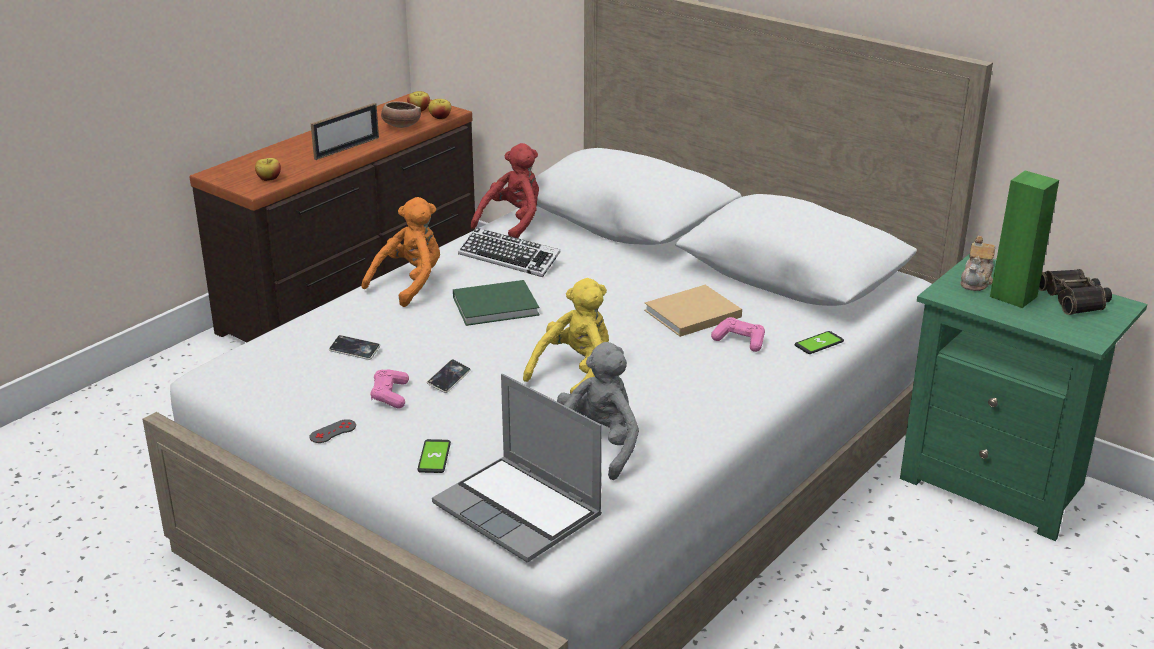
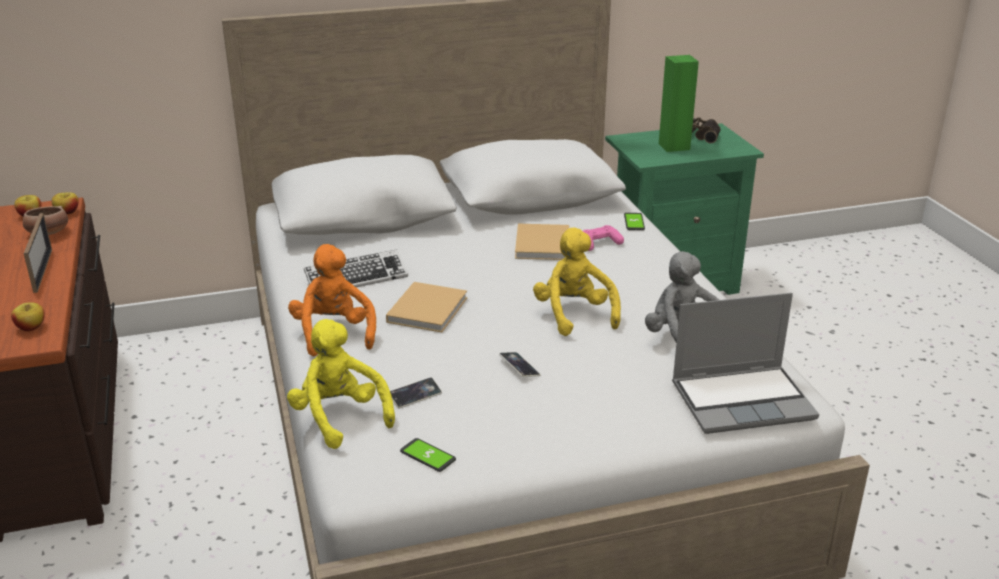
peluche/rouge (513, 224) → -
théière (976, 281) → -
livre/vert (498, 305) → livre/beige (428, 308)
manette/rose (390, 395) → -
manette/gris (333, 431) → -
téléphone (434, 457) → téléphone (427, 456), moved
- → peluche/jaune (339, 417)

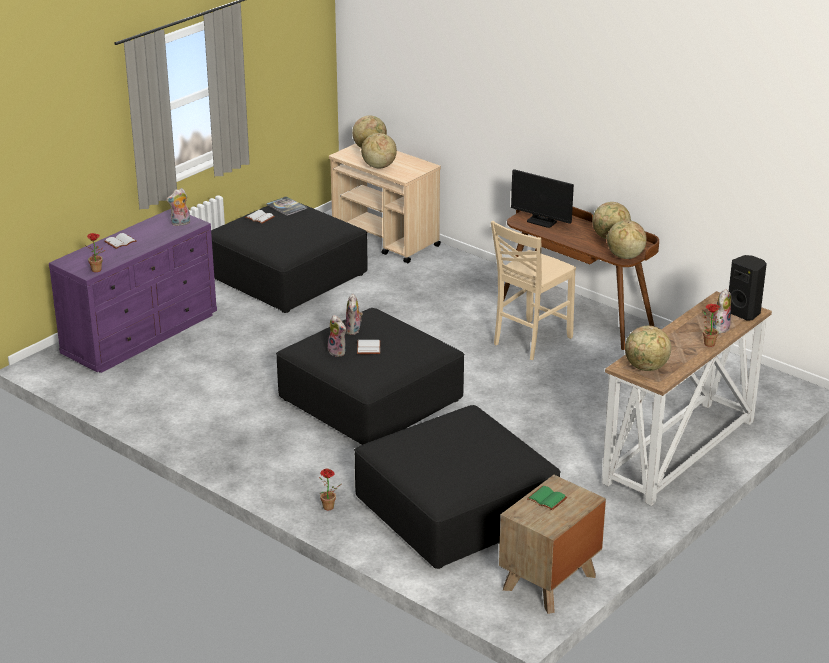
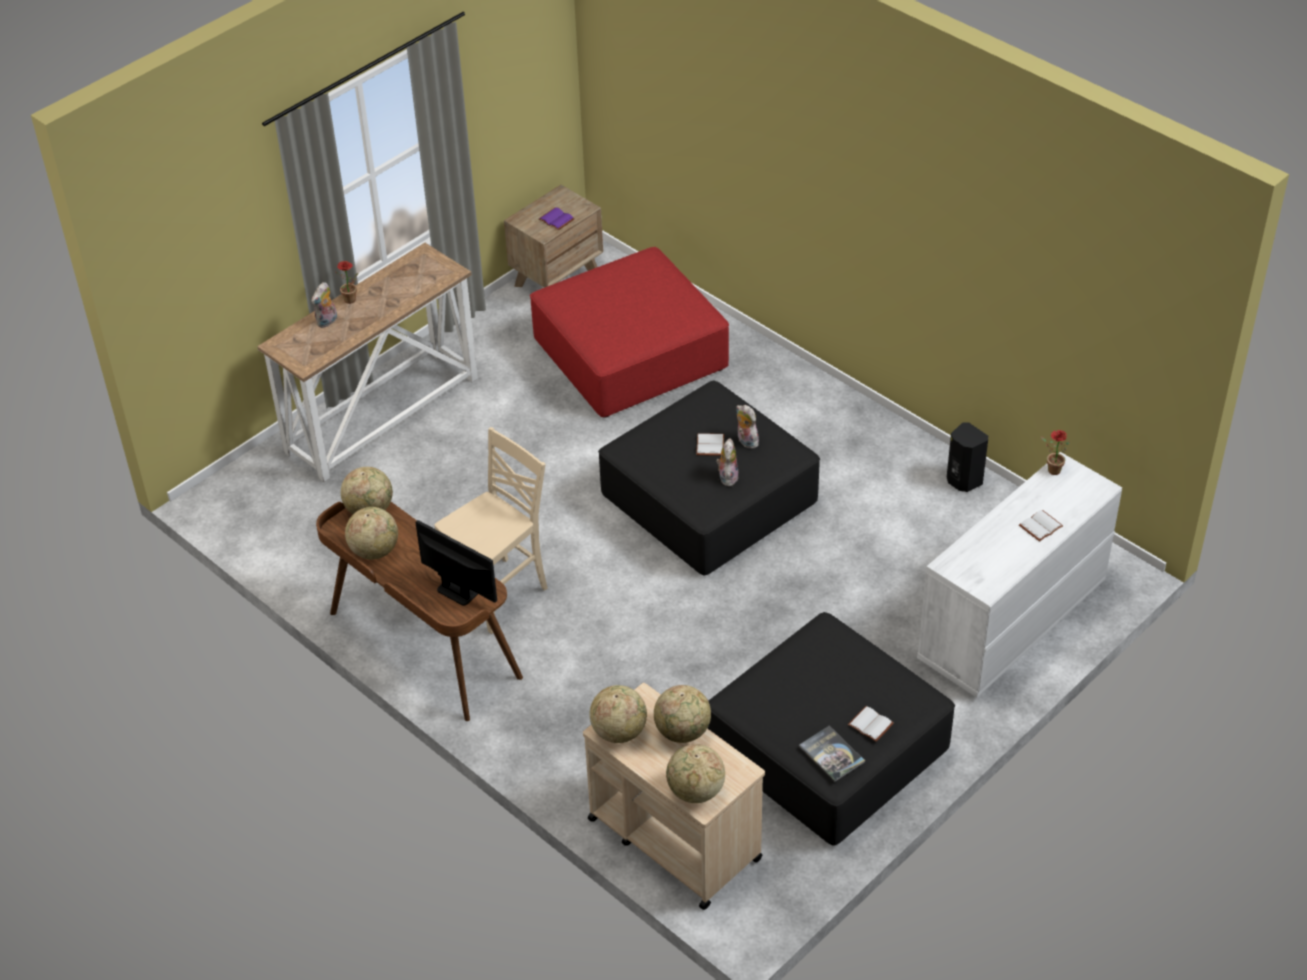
peluche (180, 223) → -
commode/violet (141, 334) → commode/blanc (1010, 622)
enceinte/noir (744, 313) → enceinte/noir (963, 481), moved
globe (646, 368) → globe (619, 731), moved
pouf/noir (455, 510) → pouf/rouge (630, 353)
plante en pot (329, 508) → -
livre/vert (548, 499) → livre/violet (555, 220)

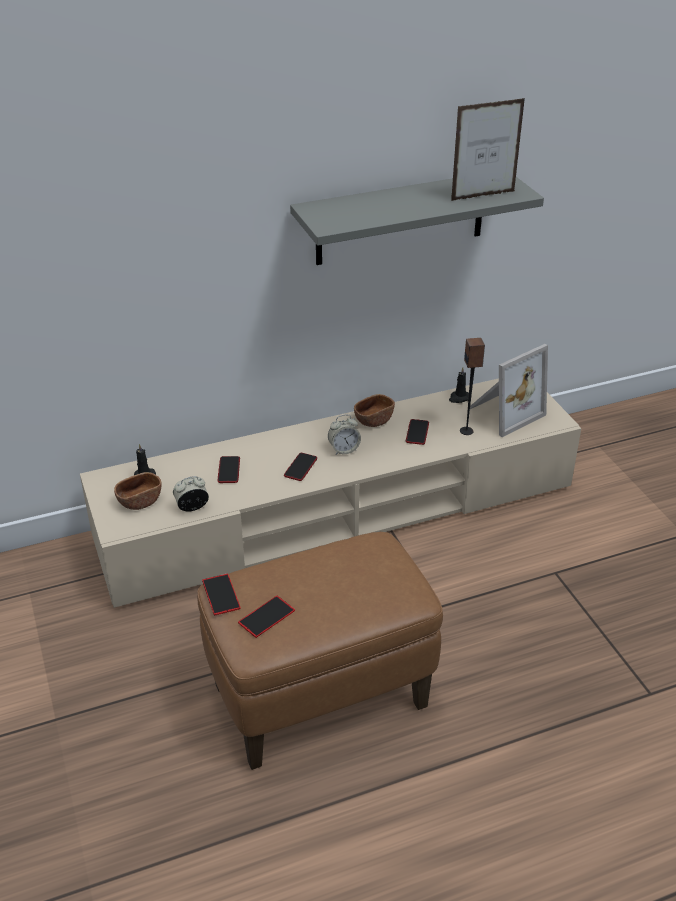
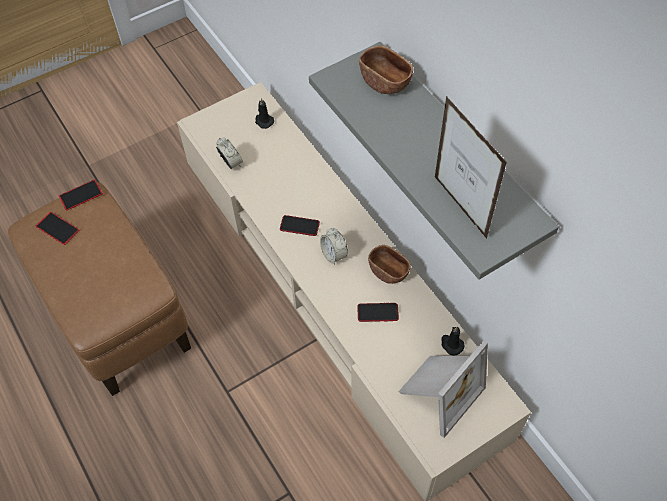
enceinte (466, 431) → -
cadre photo (503, 412) → cadre photo (438, 391), 90 degrees counterclockwise
téléphone (229, 470) → -
bol/marron (140, 501) → bol/marron (385, 81), moved

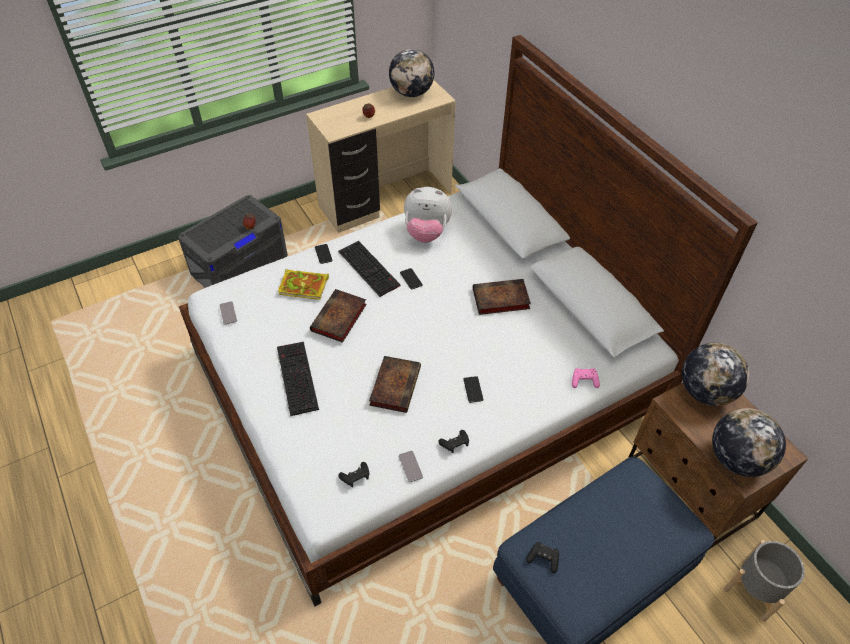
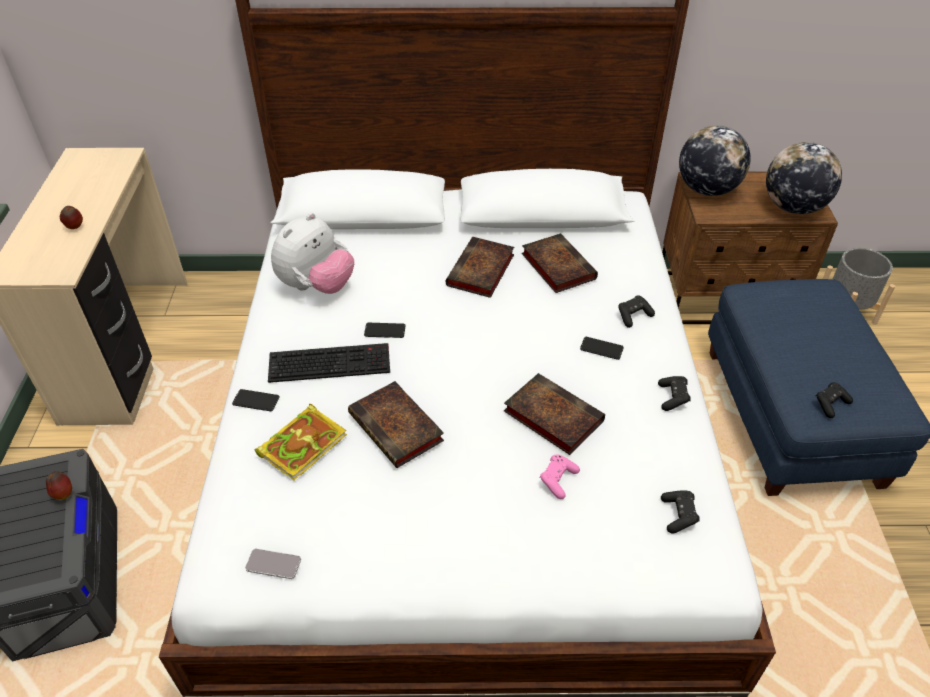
globe (411, 93) → -
clavier (295, 377) → -
manette/rose (584, 381) → manette/rose (557, 480), moved
téléphone (410, 466) → -
- → livre (556, 266)
- → manette/noir (633, 316)

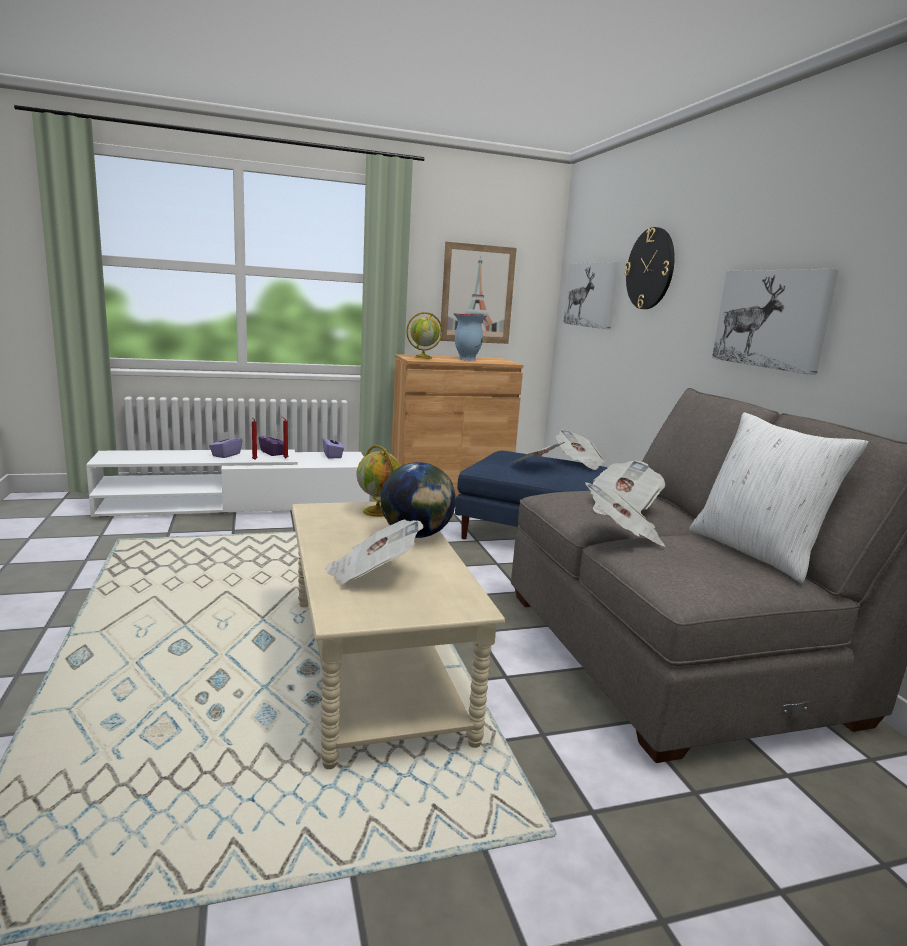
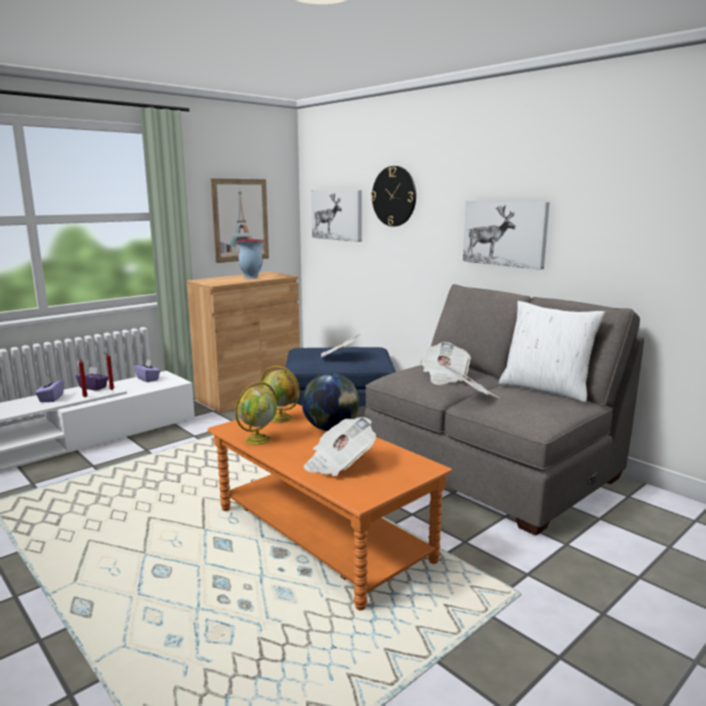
globe (423, 357) → globe (258, 439), moved
journal (579, 463) → -
table basse/beige (375, 665) → table basse/orange (322, 534)

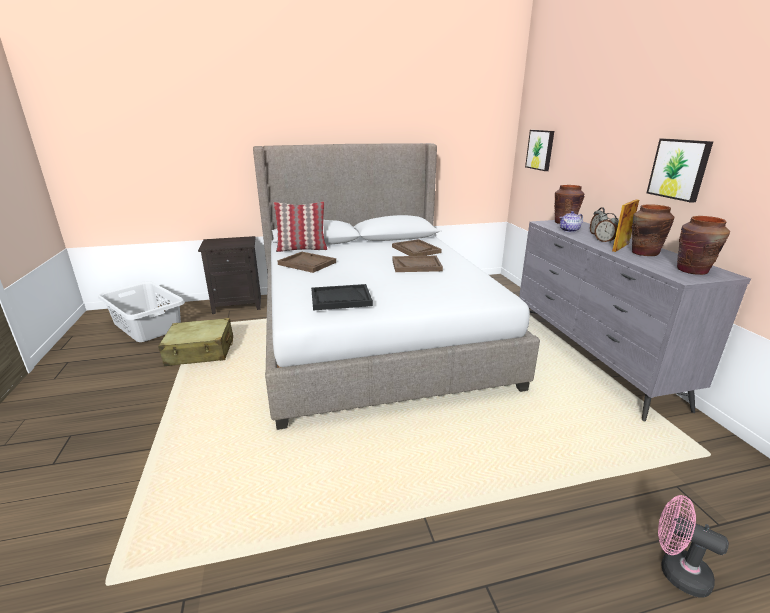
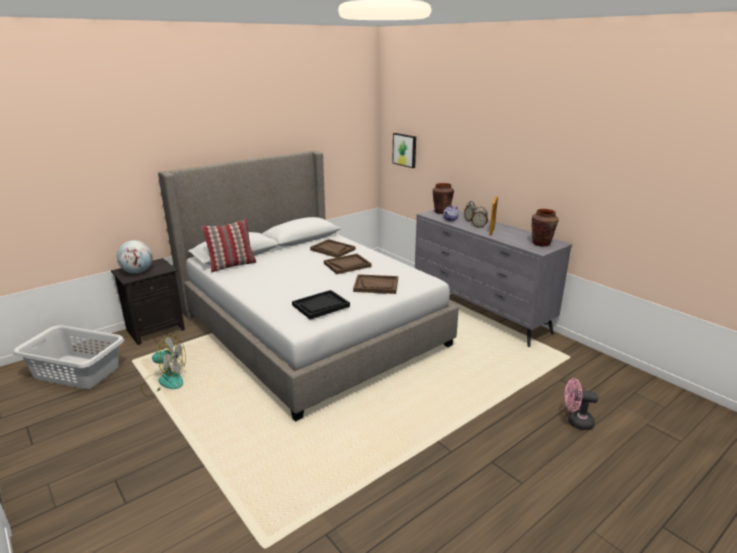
tableau (679, 169) → -
vase/marron (644, 253) → -
plateau/marron (307, 263) → plateau/marron (376, 285), moved
valise/beige (200, 351) → ventilateur (164, 381)
- → globe (137, 272)

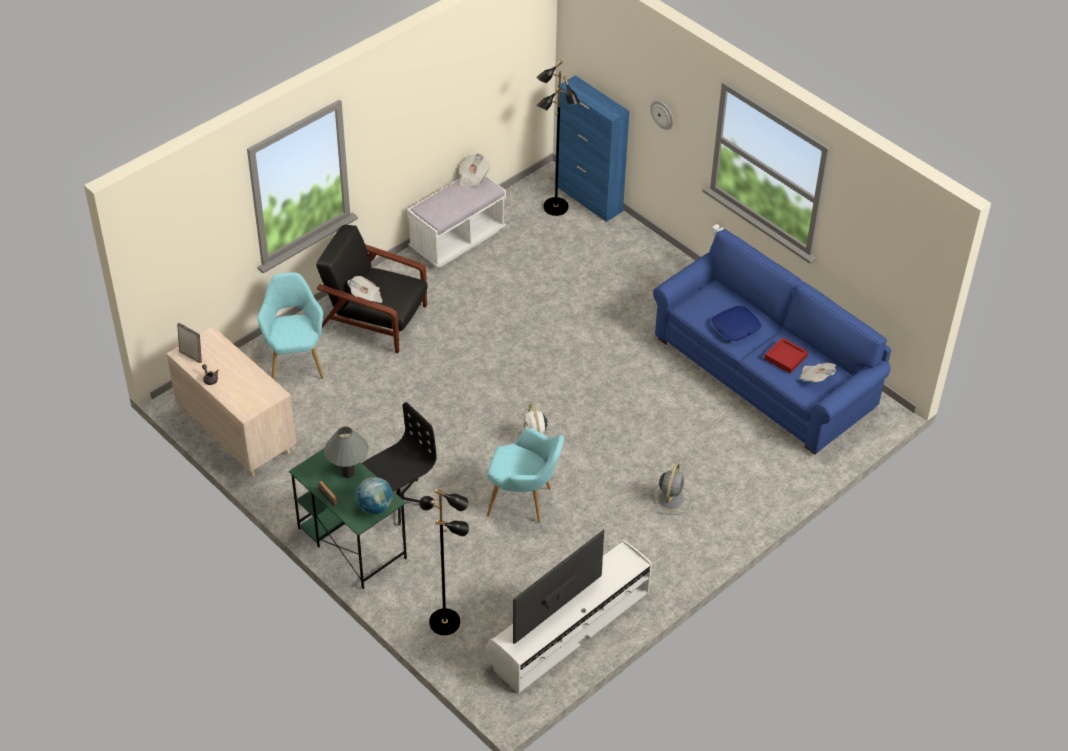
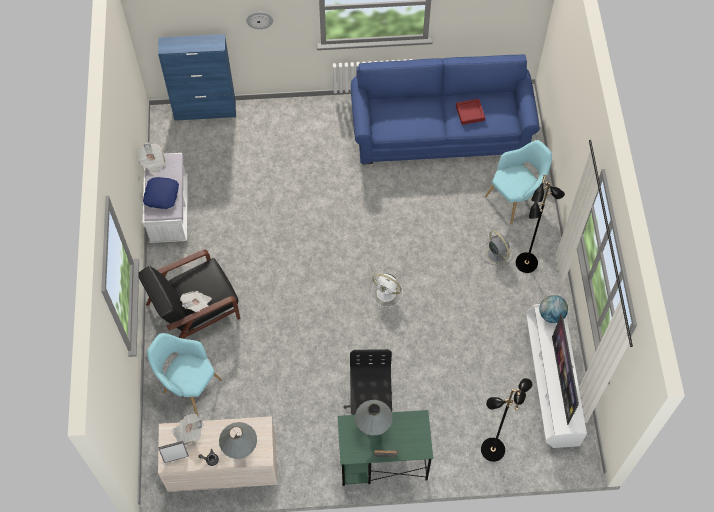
lampadaire/noir (555, 208) → lampadaire/noir (527, 263), moved
coussin/bleu (736, 327) → coussin/bleu (162, 195), moved
journal (816, 378) → journal (188, 432), moved
fauteuil/turquoise (524, 502) → fauteuil/turquoise (515, 198), moved
globe (375, 507) → globe (551, 315), moved
- → lampe de table/gris (240, 450)

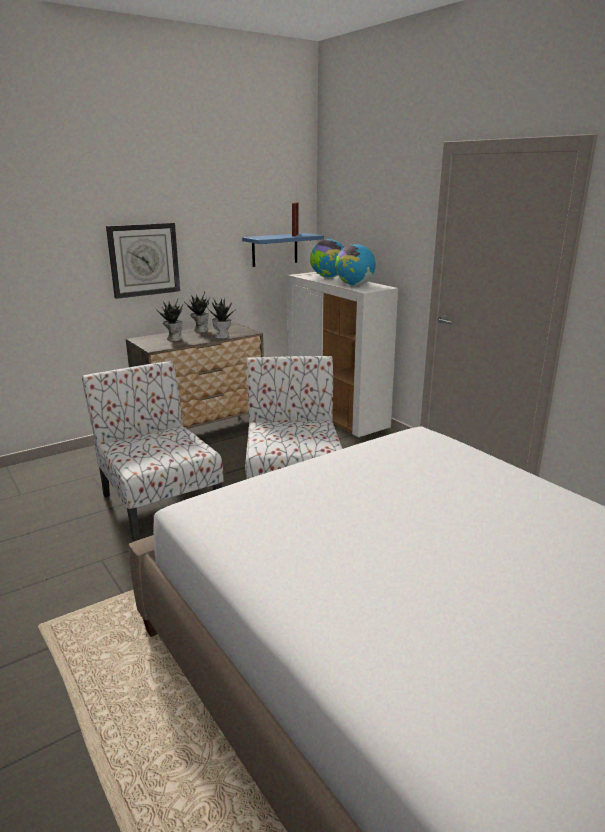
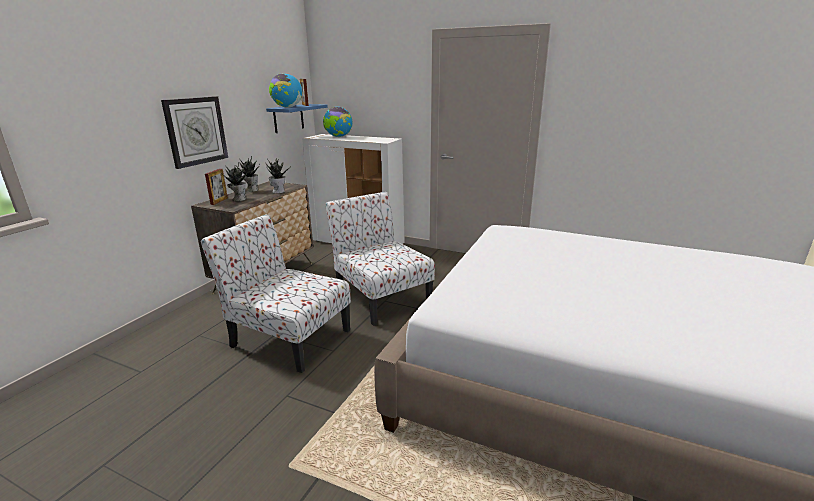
globe (354, 285) → globe (287, 107), moved
- → cadre photo (219, 201)

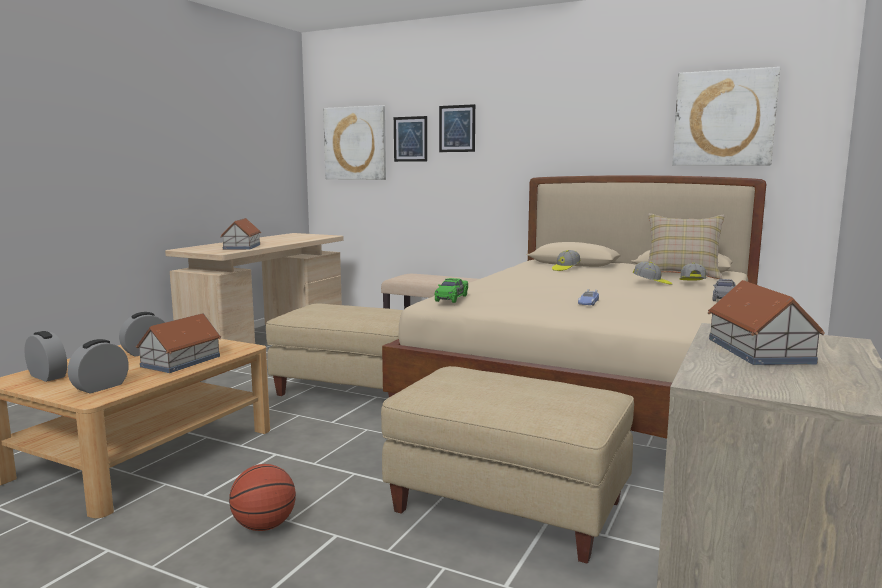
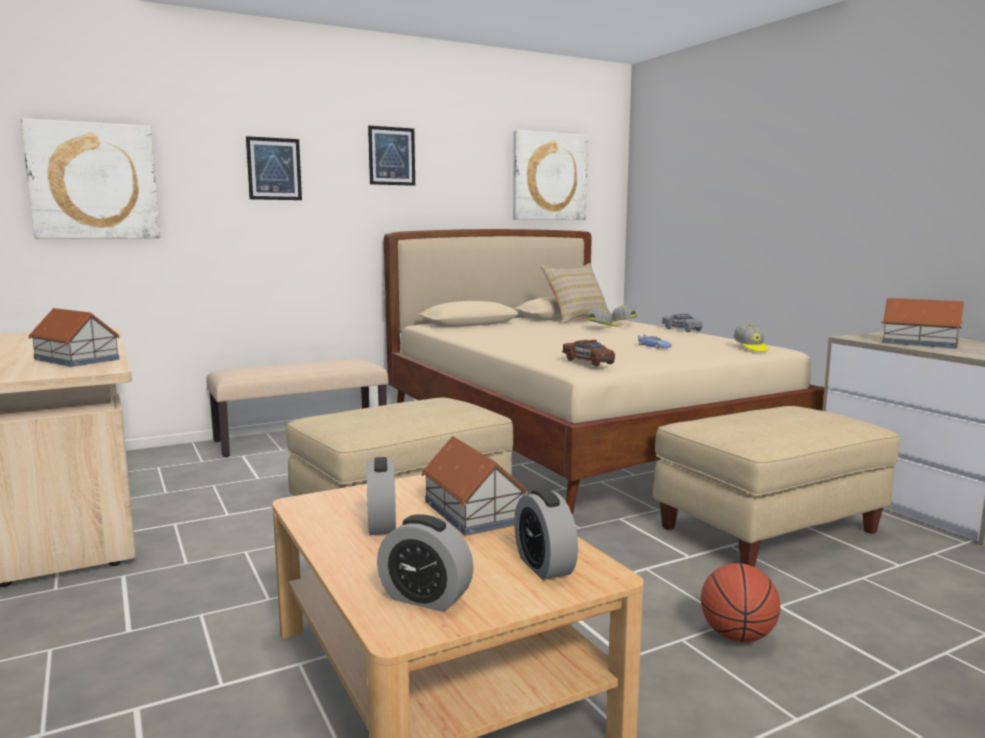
tableau (410, 139) → tableau (391, 156), moved
casquette (565, 268) → casquette (751, 348), moved
petite voiture/vert (451, 298) → petite voiture/marron (588, 362)
réveil (47, 376) → réveil (425, 598), 135 degrees counterclockwise

